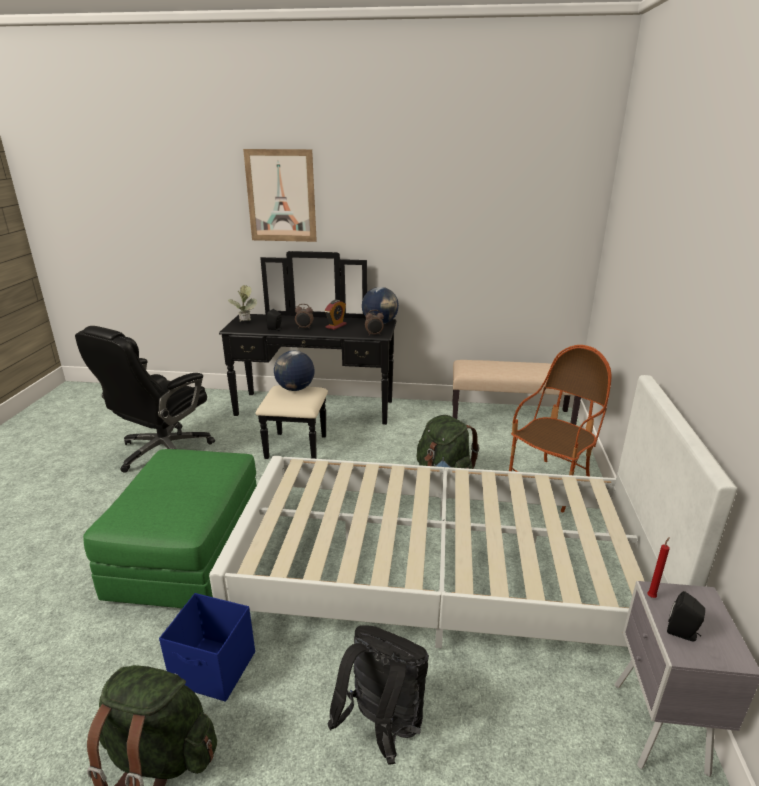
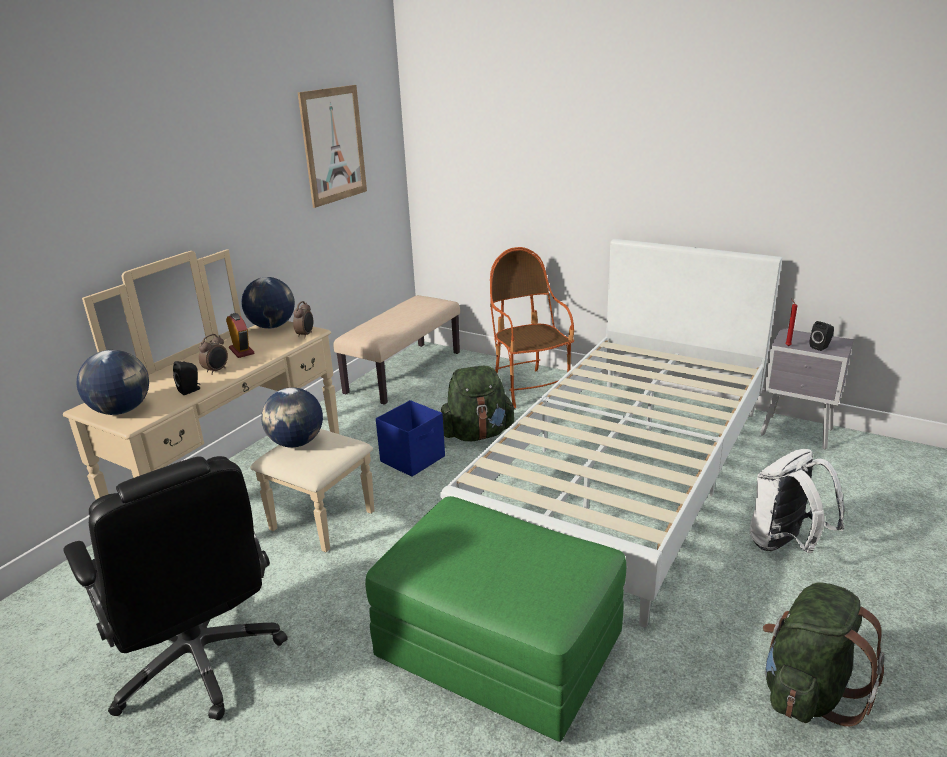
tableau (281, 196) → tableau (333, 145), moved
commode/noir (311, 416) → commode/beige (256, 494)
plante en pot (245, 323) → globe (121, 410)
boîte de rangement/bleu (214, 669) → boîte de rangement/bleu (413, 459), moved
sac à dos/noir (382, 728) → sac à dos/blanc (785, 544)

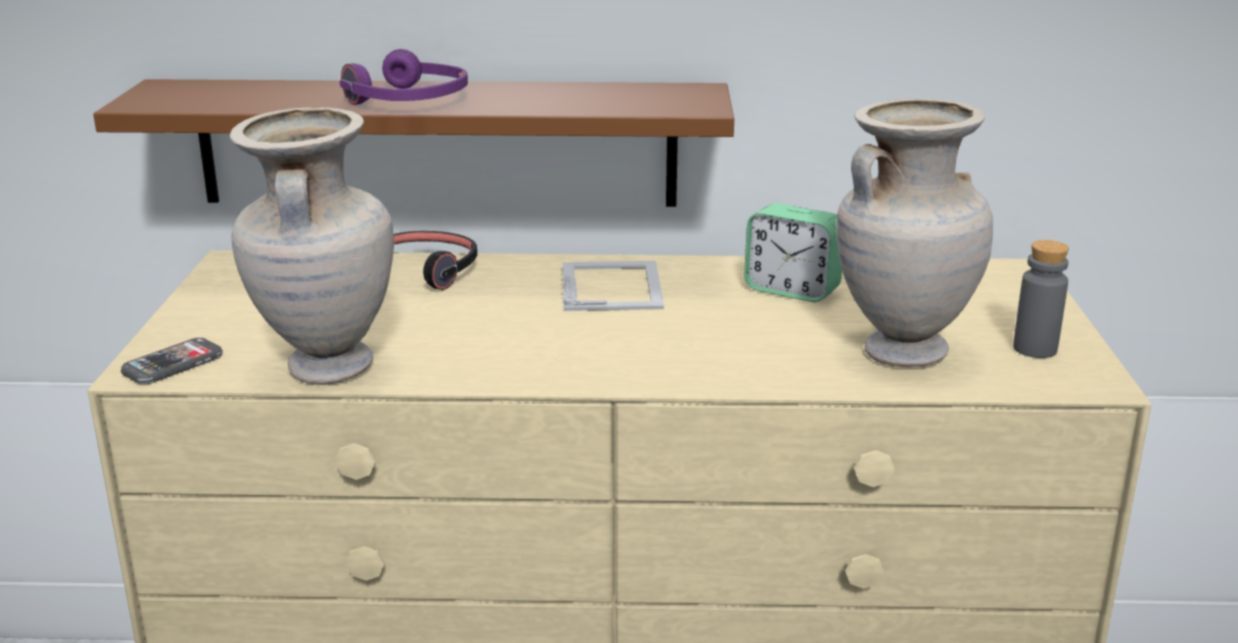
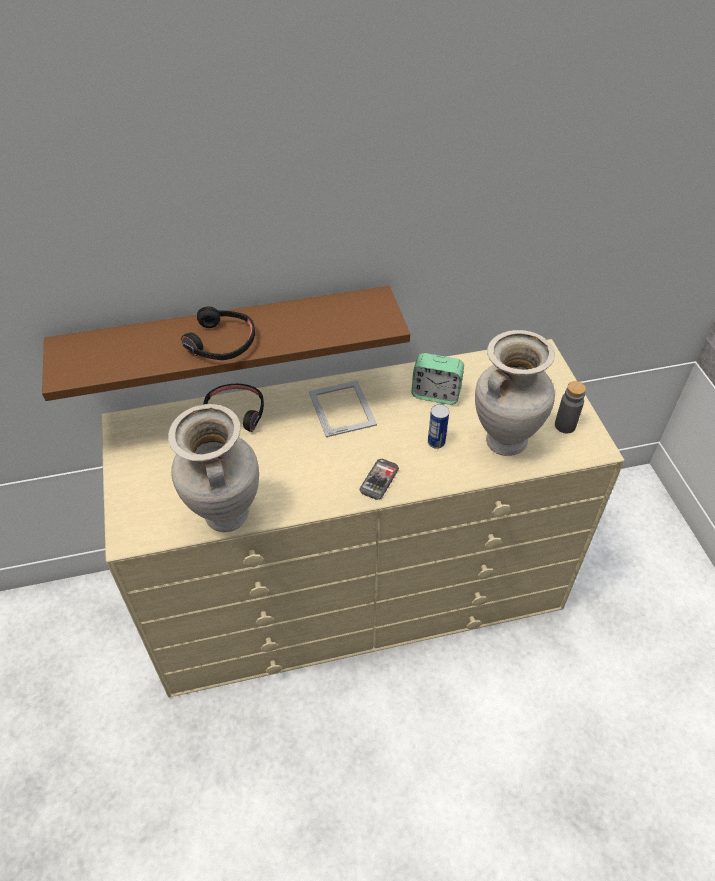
casque audio/violet (408, 100) → casque audio/noir (222, 343)
téléphone (173, 364) → téléphone (379, 480), moved
- → boîte métallique (436, 442)

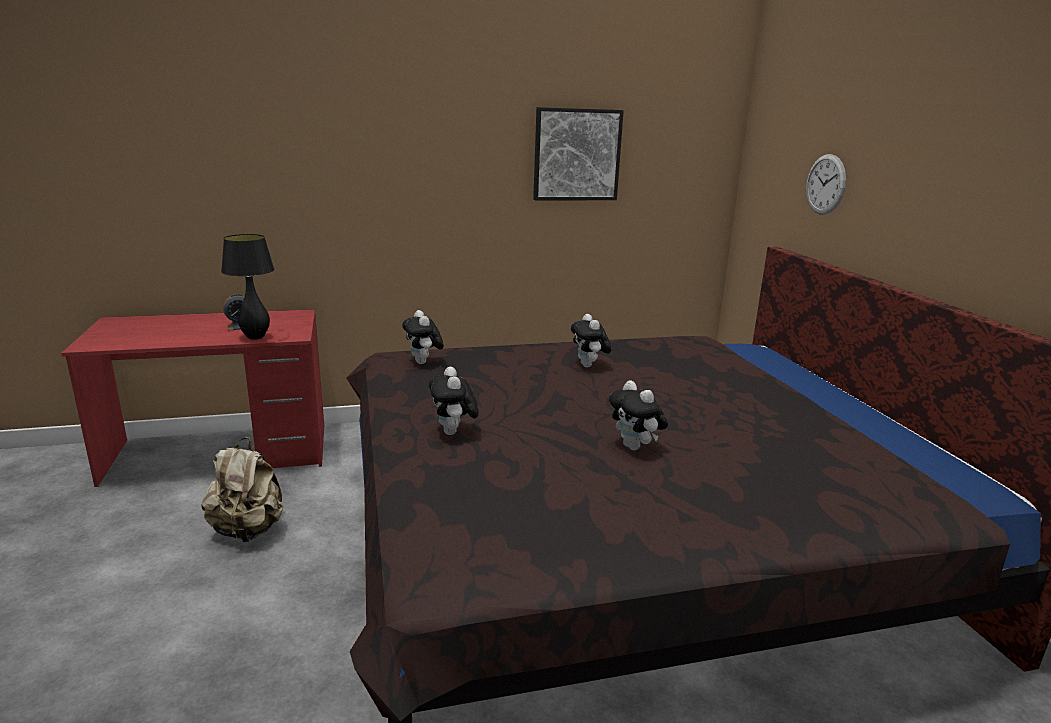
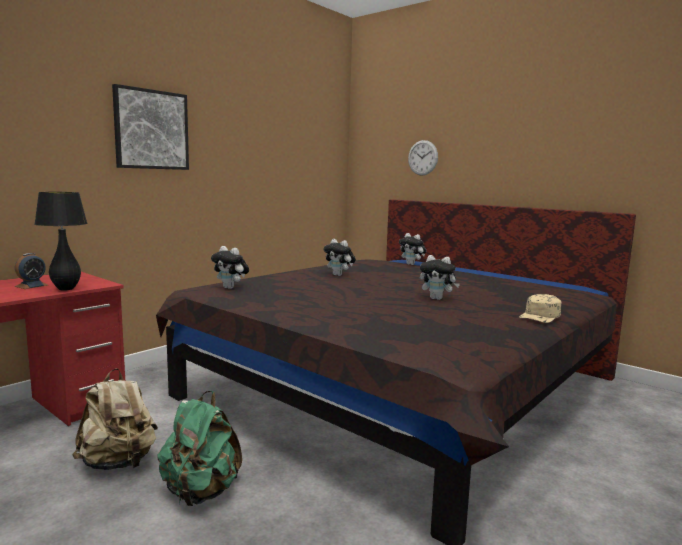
tableau (576, 155) → tableau (151, 130), moved
peluche (454, 433) → peluche (412, 264), moved
- → casquette/beige (540, 316)
- → sac à dos/vert (201, 492)

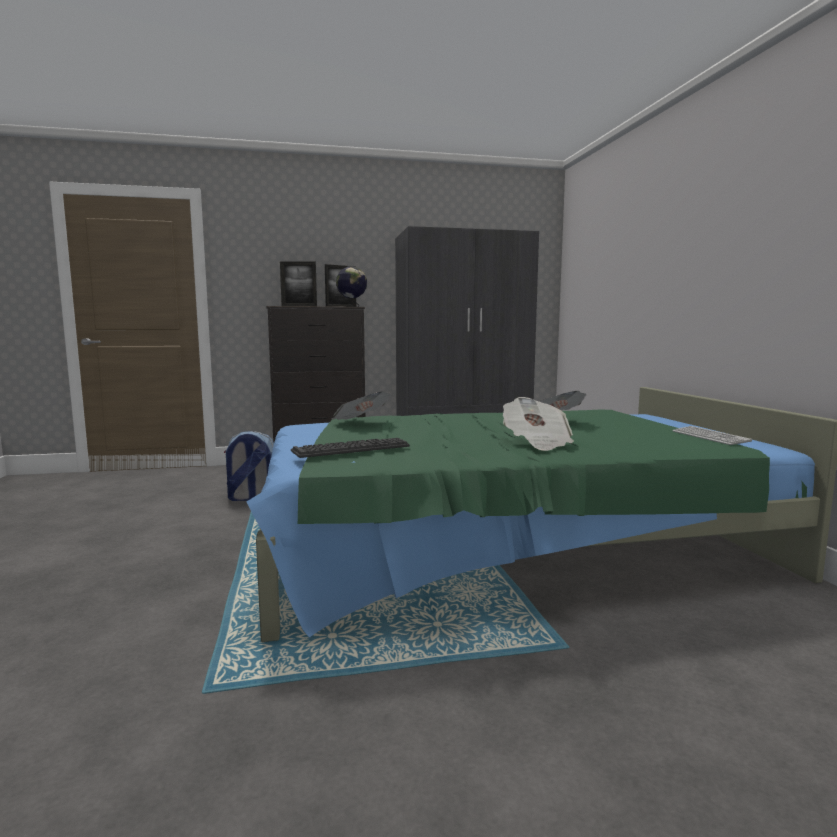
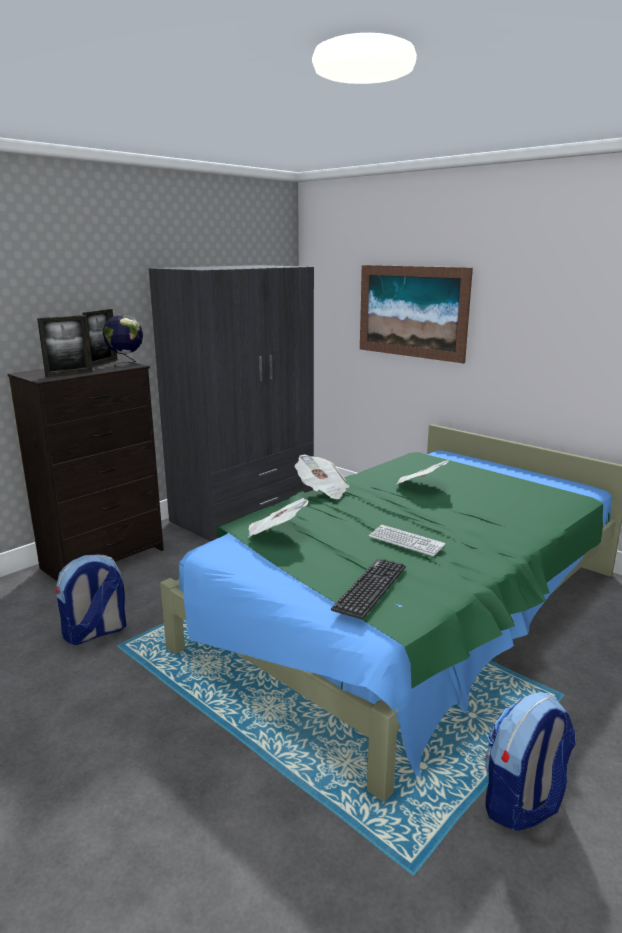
journal (536, 443) → journal (322, 490), moved
clavier (709, 437) → clavier (406, 541), moved
- → tableau (412, 312)
- → sac à dos (522, 803)

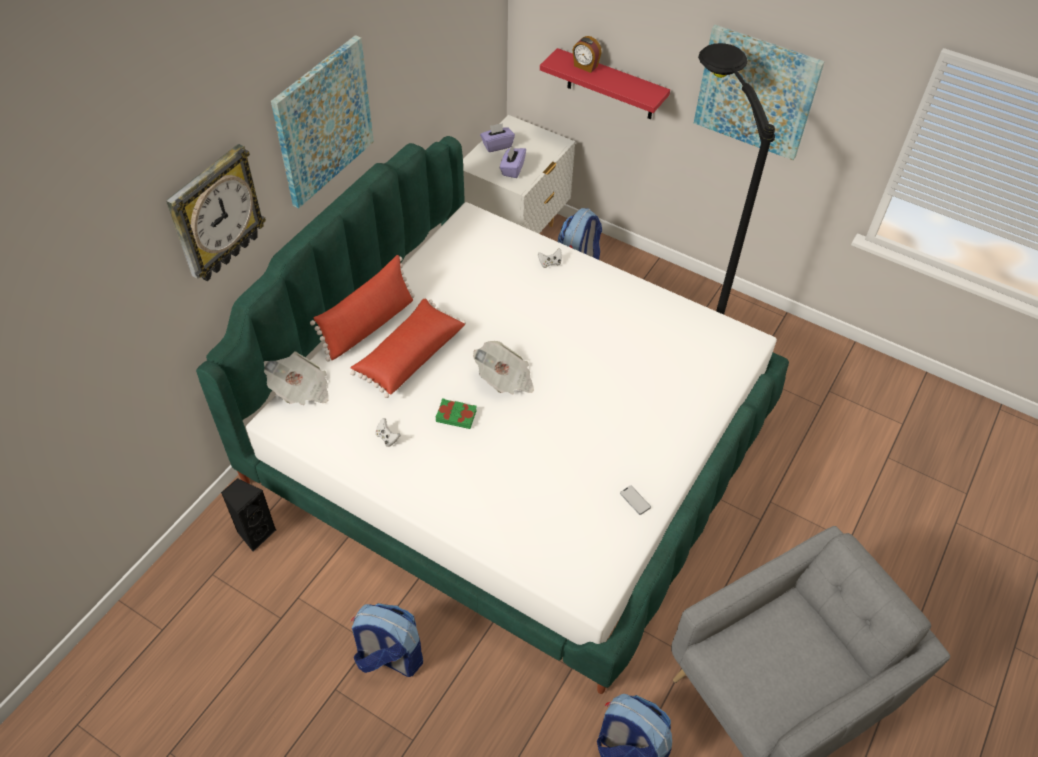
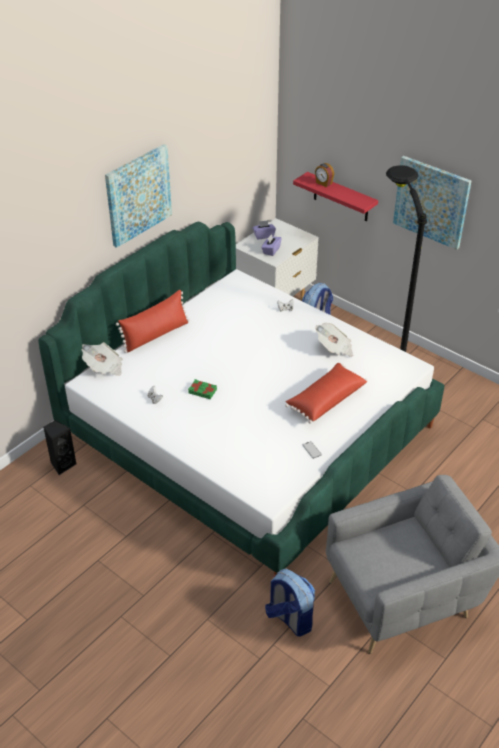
horloge murale (215, 215) → -
coussin/rouge (409, 355) → coussin/rouge (325, 399), moved
journal (505, 380) → journal (334, 348), moved
sac à dos (389, 657) → -

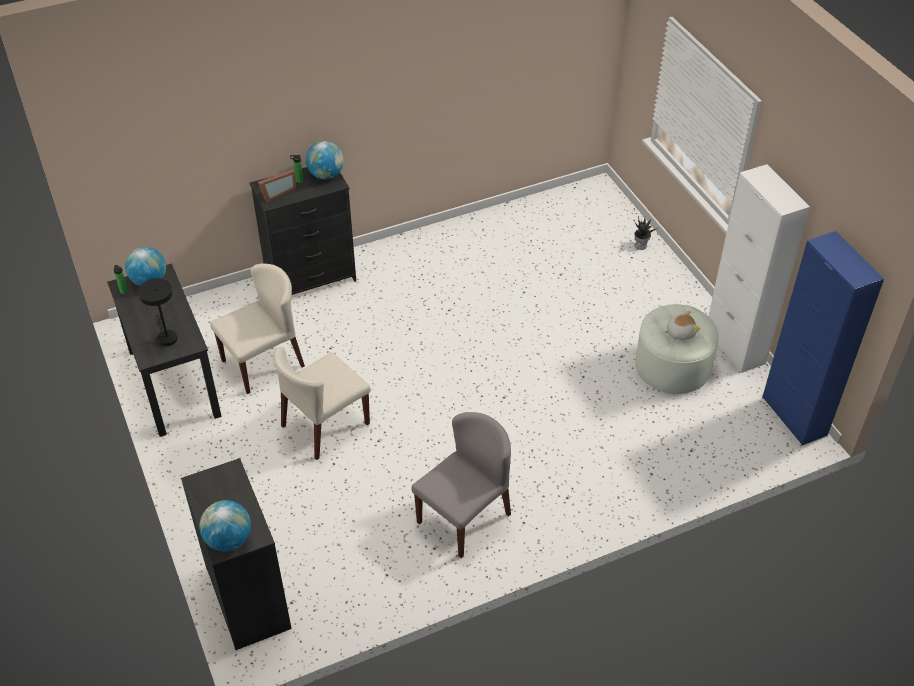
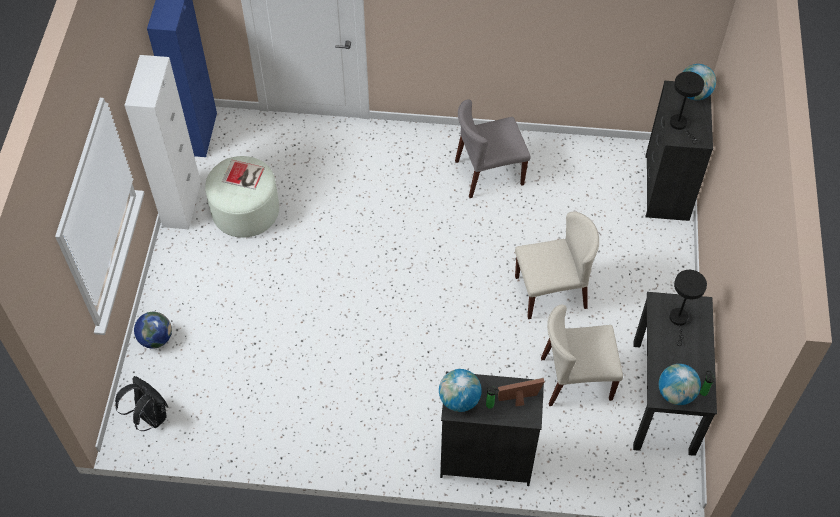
plante en pot (641, 245) → globe (156, 339)
peluche (680, 332) → livre (244, 175)
- → lampe de table/noir (680, 125)
- → sac à dos/noir (149, 416)

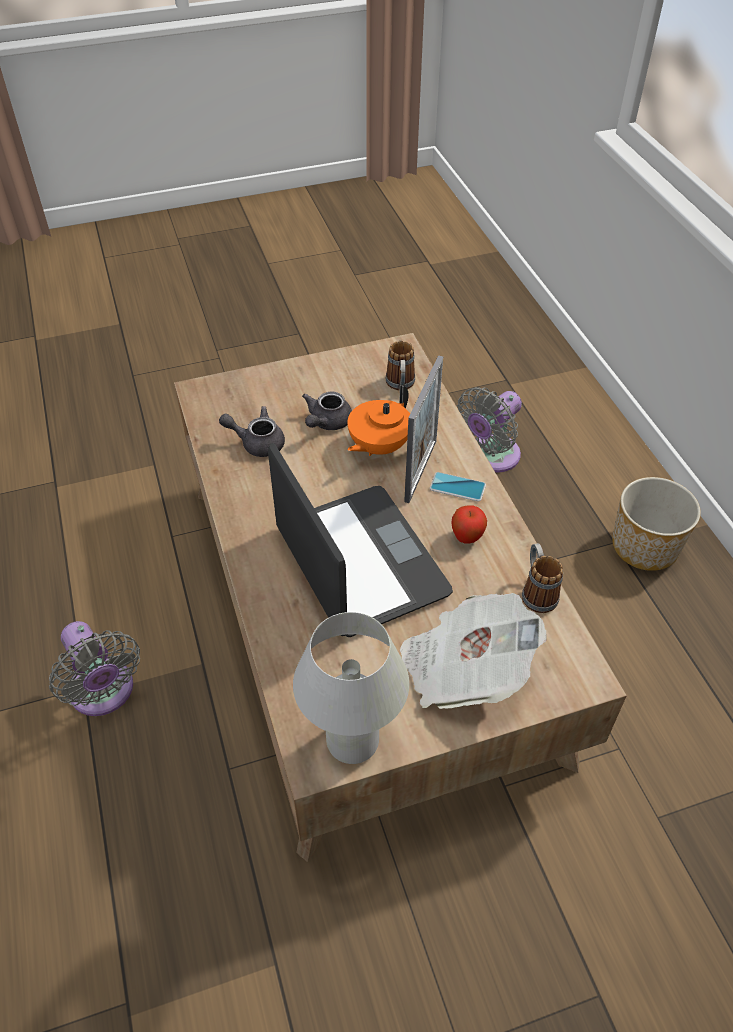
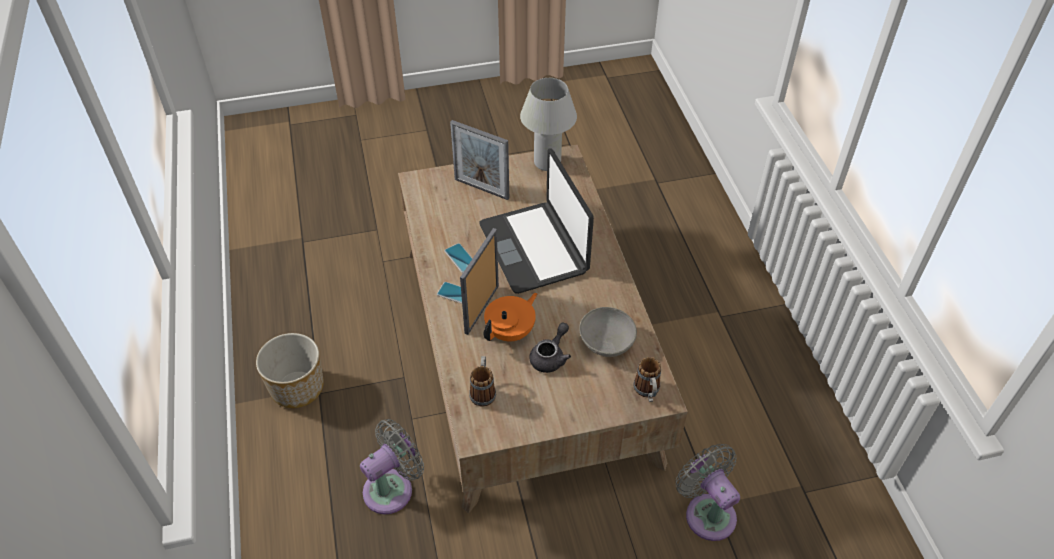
théière/gris (257, 442) → bol/gris (607, 342)
pomme (467, 538) → téléphone (461, 258)
mug (536, 592) → mug (647, 392), moved
journal (465, 668) → cadre photo (481, 189)
ventilateur/gris (104, 693) → ventilateur/gris (707, 512), moved

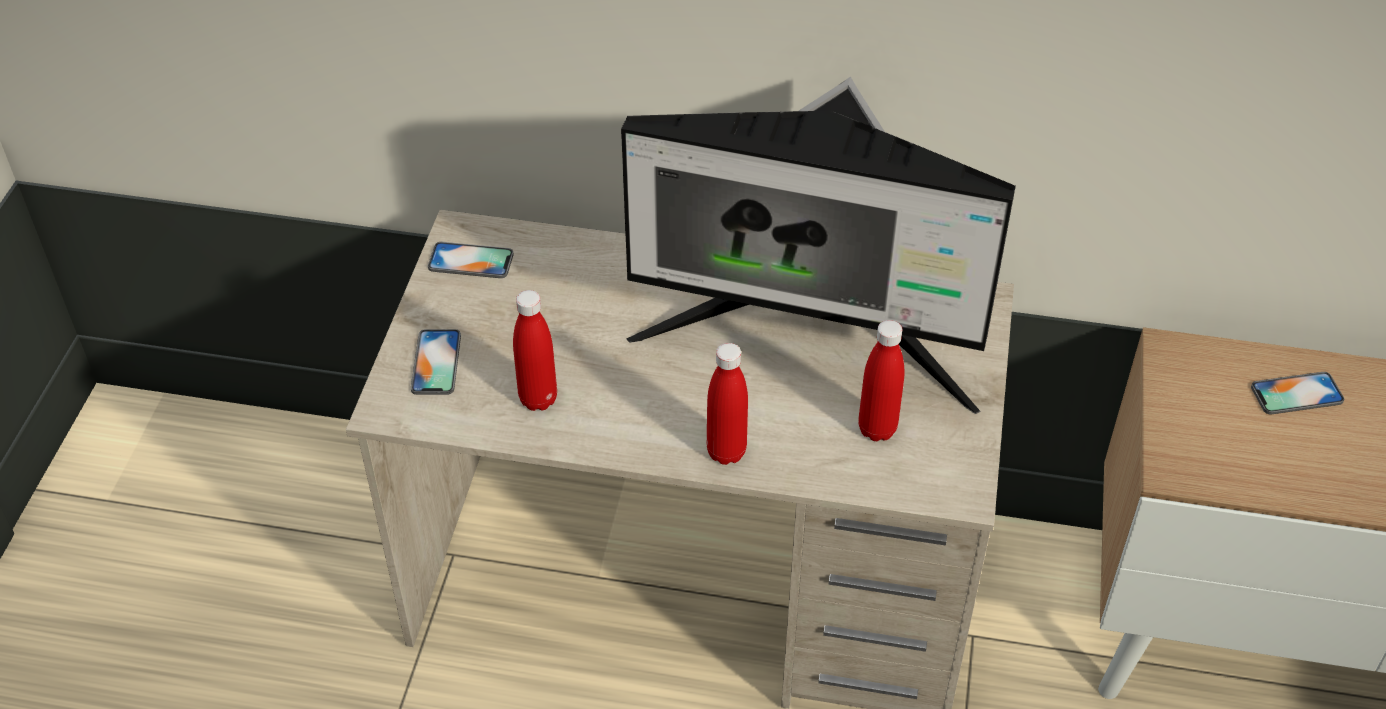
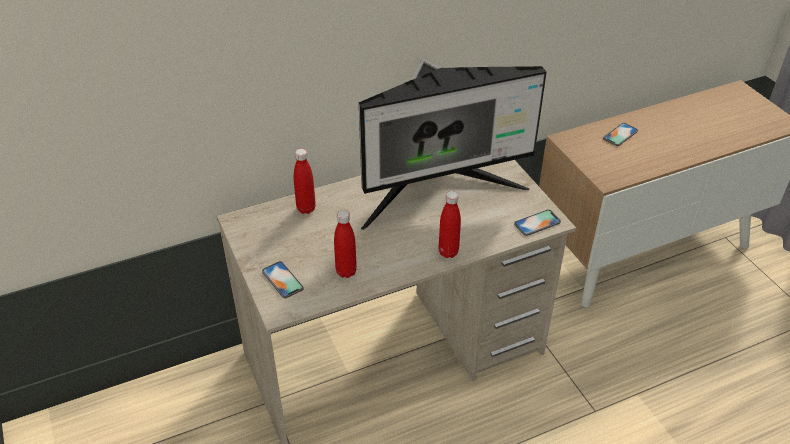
téléphone (471, 261) → téléphone (537, 223), moved
bouteille/rouge (877, 429) → bouteille/rouge (306, 208), moved

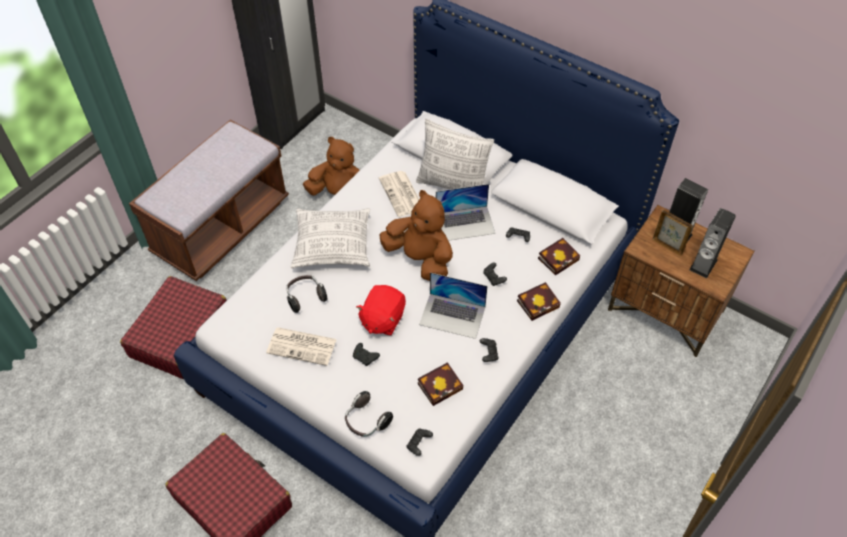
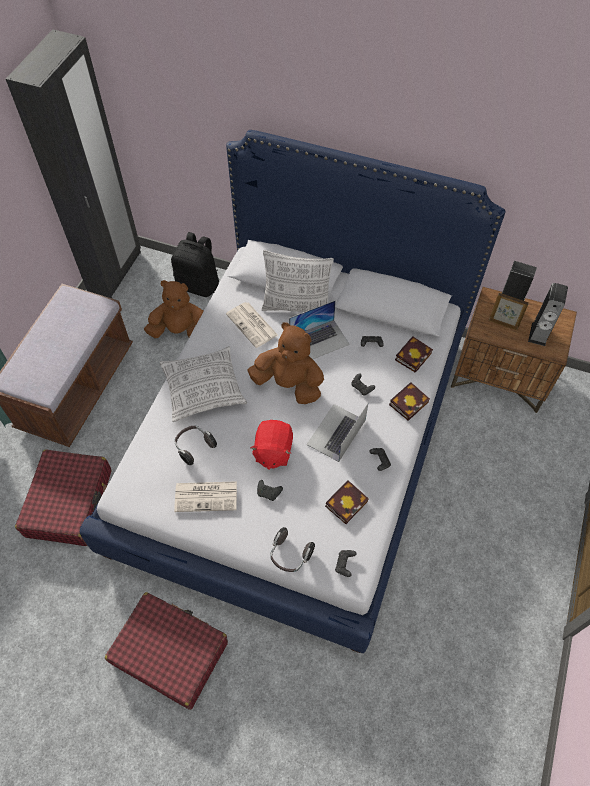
ordinateur portable (452, 315) → ordinateur portable (336, 432), 120 degrees clockwise
- → sac à dos/noir (199, 285)

